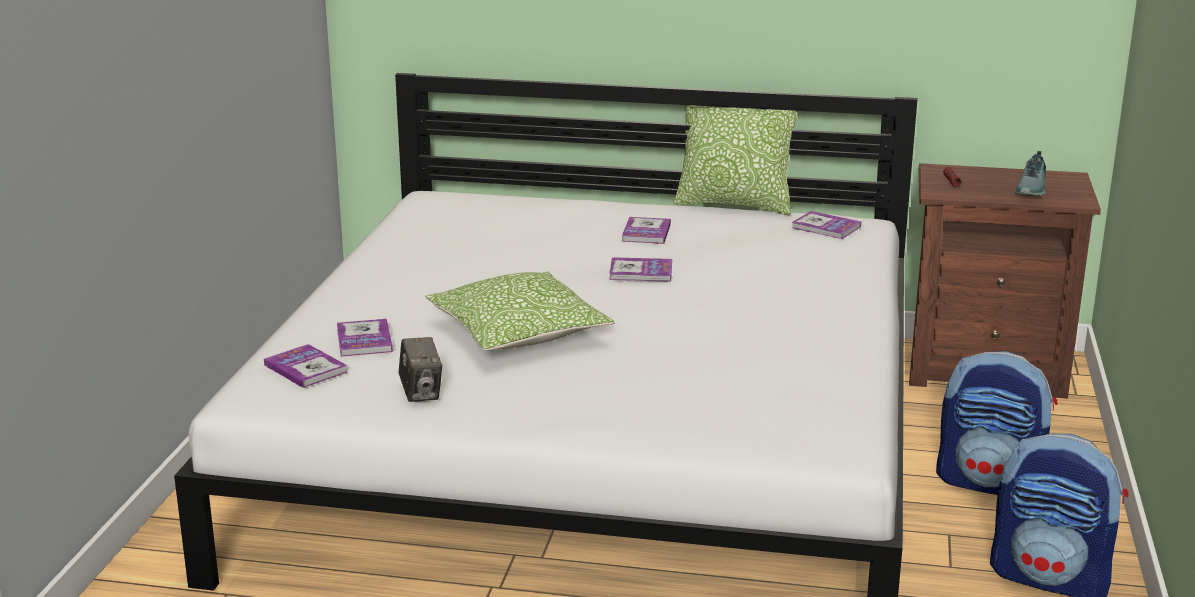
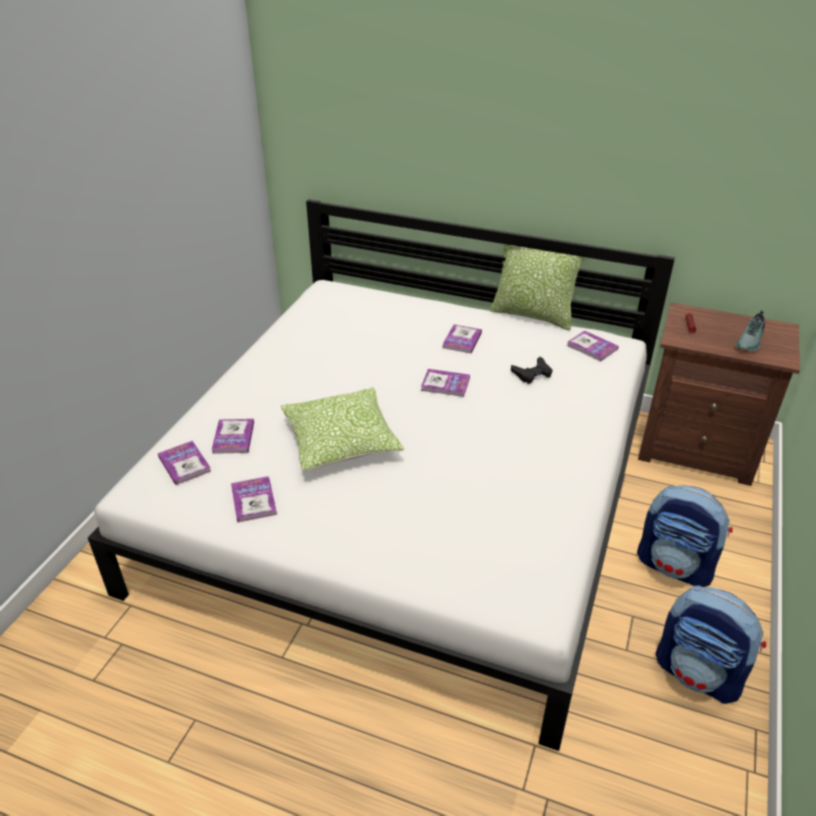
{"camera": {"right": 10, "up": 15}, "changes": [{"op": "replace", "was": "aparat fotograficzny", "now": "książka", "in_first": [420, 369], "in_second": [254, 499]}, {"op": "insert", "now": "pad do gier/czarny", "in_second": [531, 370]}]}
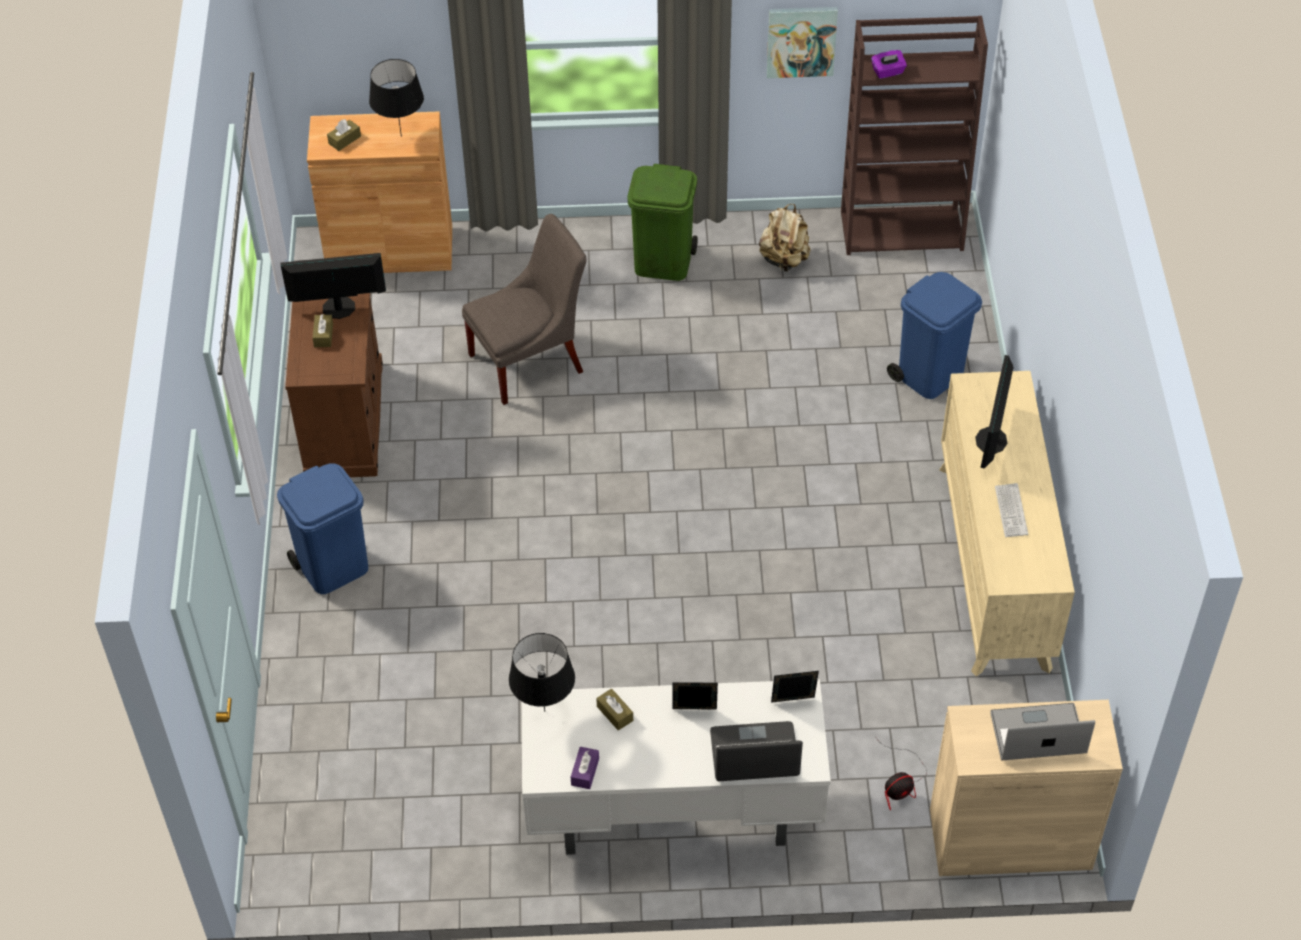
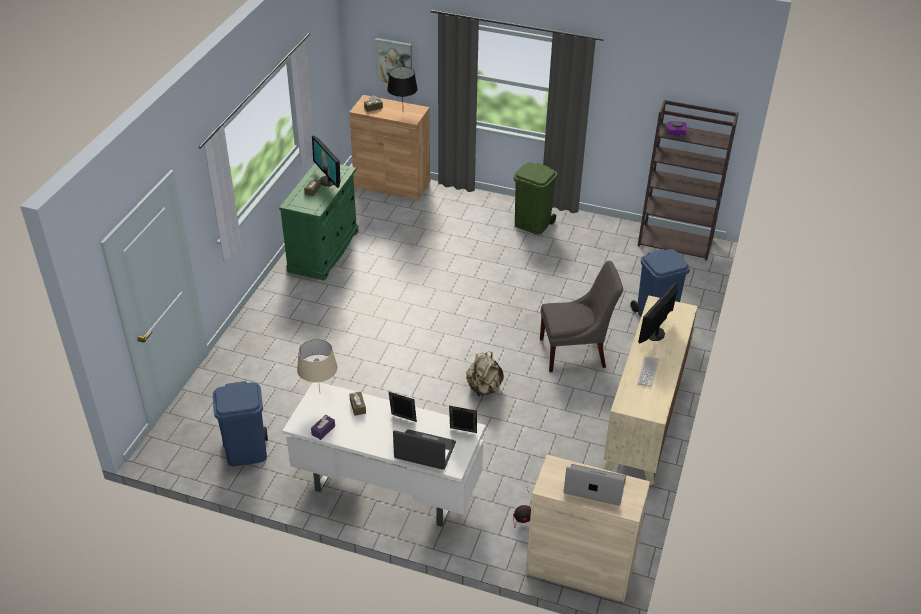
{"camera": {"right": 20, "up": -10}, "changes": [{"op": "move", "was": "kosz na śmieci/niebieski", "in_first": [322, 529], "in_second": [240, 423]}, {"op": "recolor", "was": "szafka/brązowy", "now": "szafka/zielony", "in_first": [334, 385], "in_second": [318, 222]}, {"op": "recolor", "was": "lampa stołowa/czarny", "now": "lampa stołowa/beżowy", "in_first": [542, 672], "in_second": [317, 365]}, {"op": "rotate", "was": "monitor", "in_first": [333, 286], "in_second": [326, 161], "clockwise": -135}, {"op": "move", "was": "obraz", "in_first": [802, 42], "in_second": [393, 60]}, {"op": "move", "was": "plecak/beżowy", "in_first": [785, 238], "in_second": [485, 374]}, {"op": "move", "was": "krzesło/szary", "in_first": [524, 309], "in_second": [581, 316]}]}
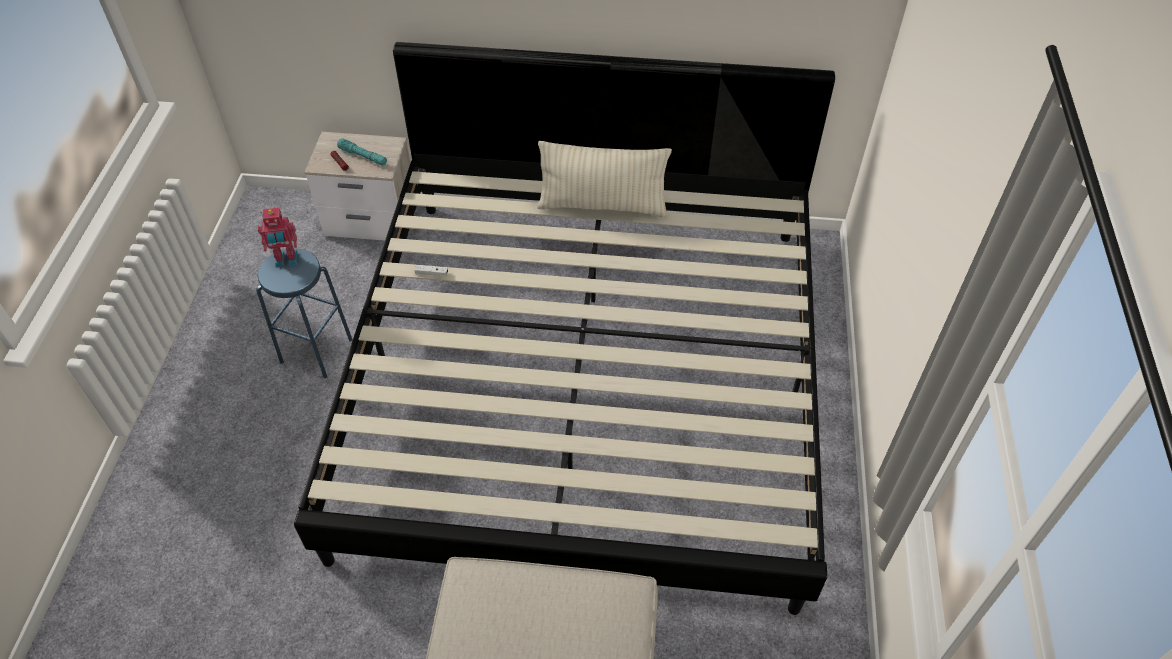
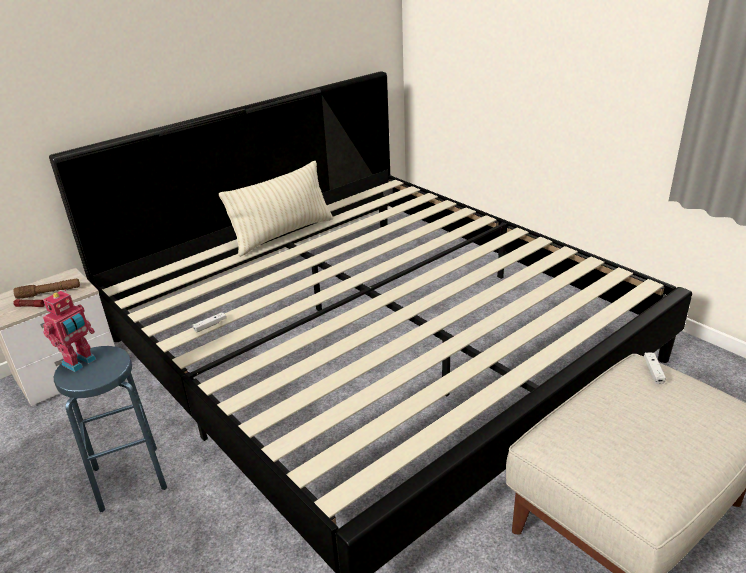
{"camera": {"right": -45, "up": -20}, "changes": [{"op": "recolor", "was": "latarka/turkusowy", "now": "latarka/brązowy", "in_first": [362, 152], "in_second": [46, 289]}, {"op": "insert", "now": "pad do gier/biały", "in_second": [655, 368]}]}
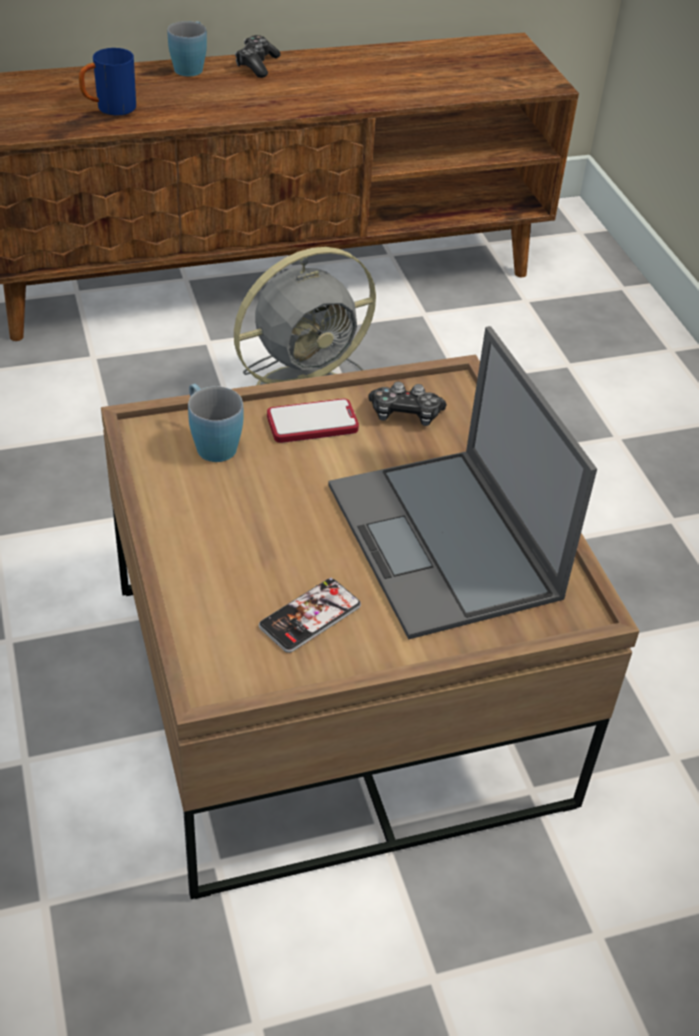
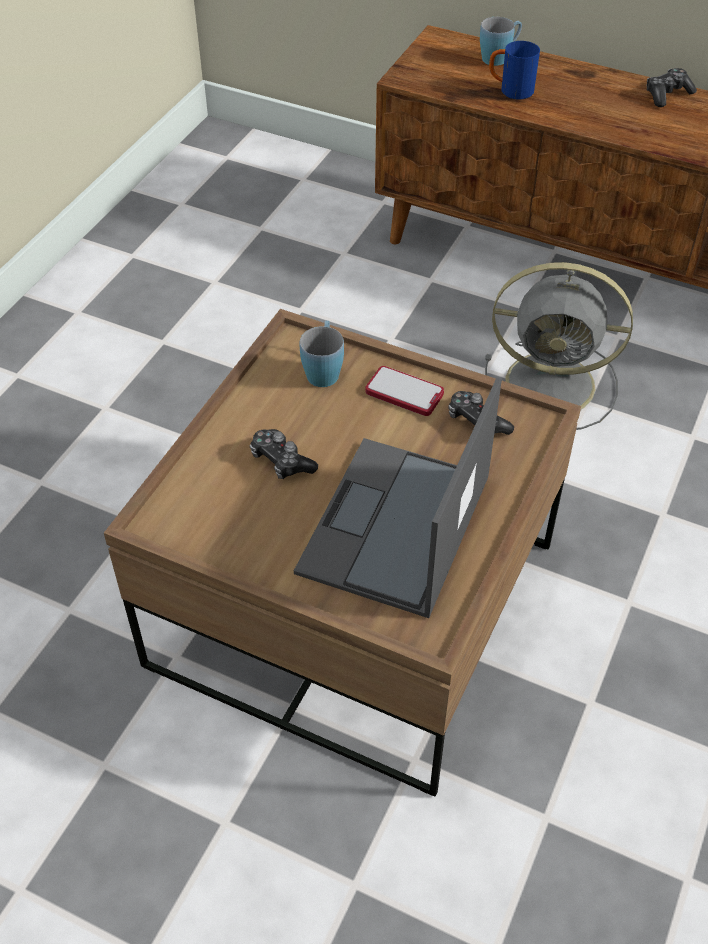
{"camera": {"right": 45, "up": 5}, "changes": [{"op": "insert", "now": "pad do gier", "in_second": [284, 454]}, {"op": "move", "was": "kubek/niebieski", "in_first": [187, 49], "in_second": [501, 41]}, {"op": "delete", "was": "telefon", "in_first": [310, 615]}]}
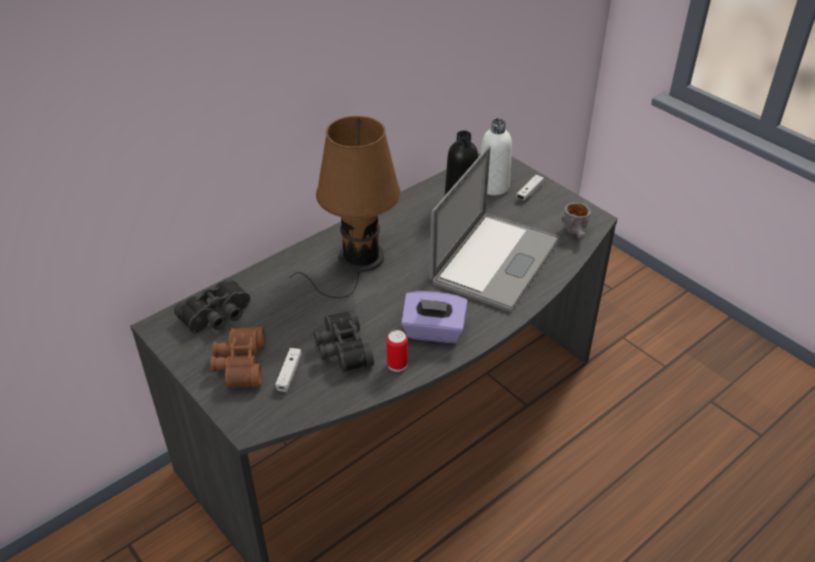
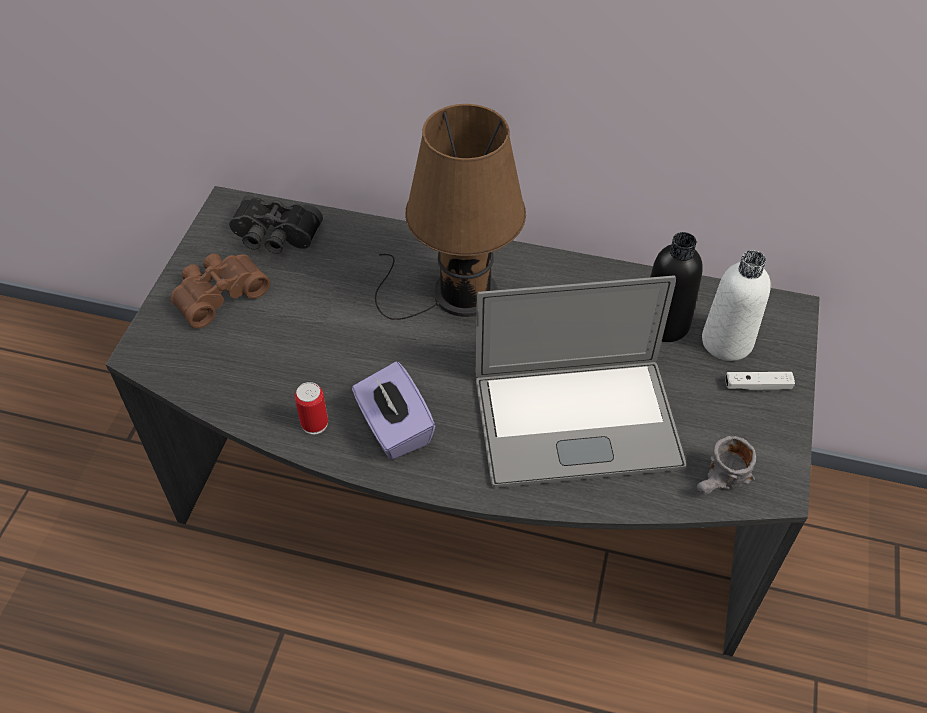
{"camera": {"right": 55, "up": 10}, "changes": [{"op": "delete", "was": "pad do gier/biały", "in_first": [288, 370]}, {"op": "delete", "was": "lornetka/czarny", "in_first": [344, 341]}]}
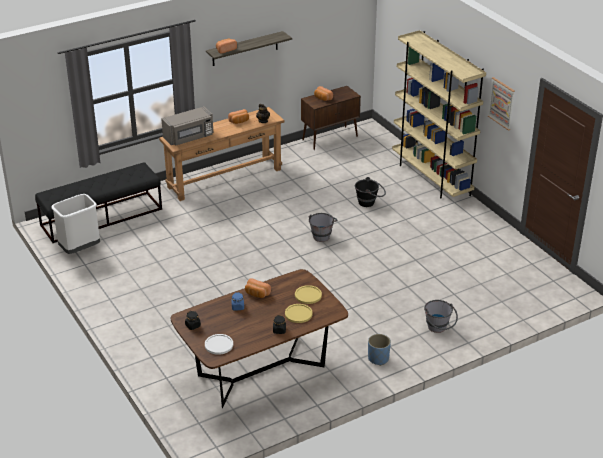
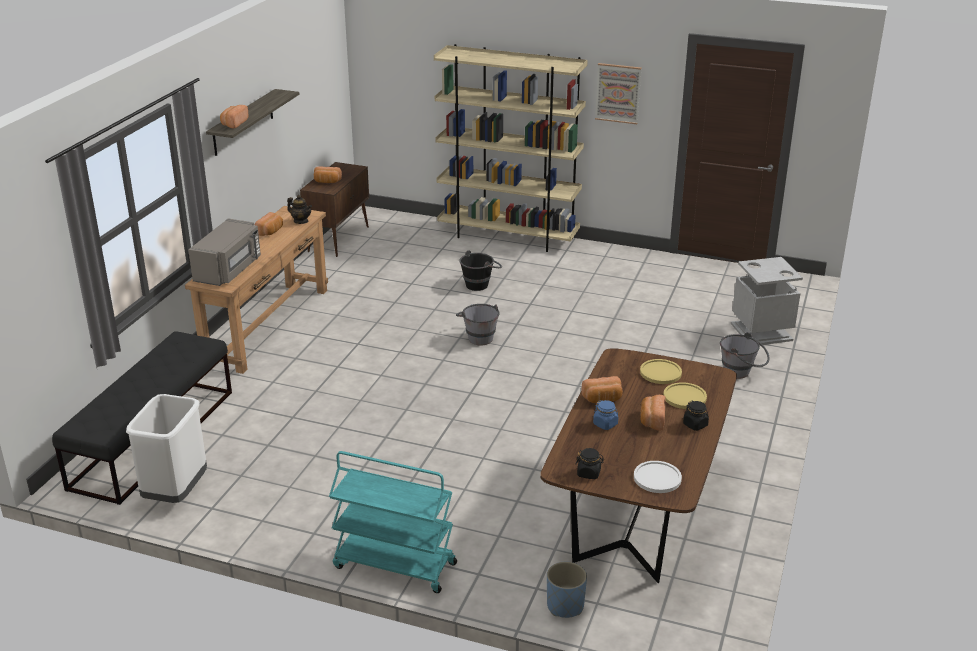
{"camera": {"right": -40, "up": -5}, "changes": [{"op": "insert", "now": "wózek/turkusowy", "in_second": [393, 522]}, {"op": "move", "was": "donica/niebieski", "in_first": [379, 350], "in_second": [567, 590]}, {"op": "insert", "now": "chleb", "in_second": [653, 413]}, {"op": "insert", "now": "kosz na śmieci/szary", "in_second": [767, 301]}]}
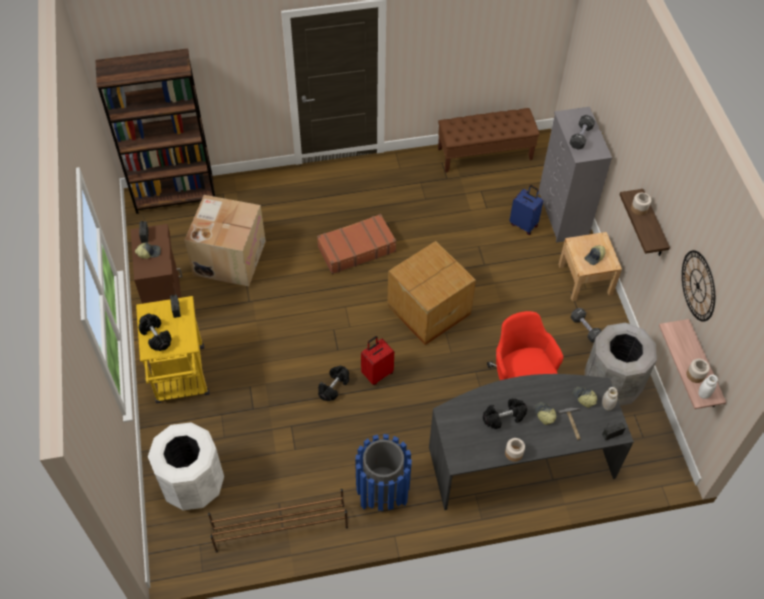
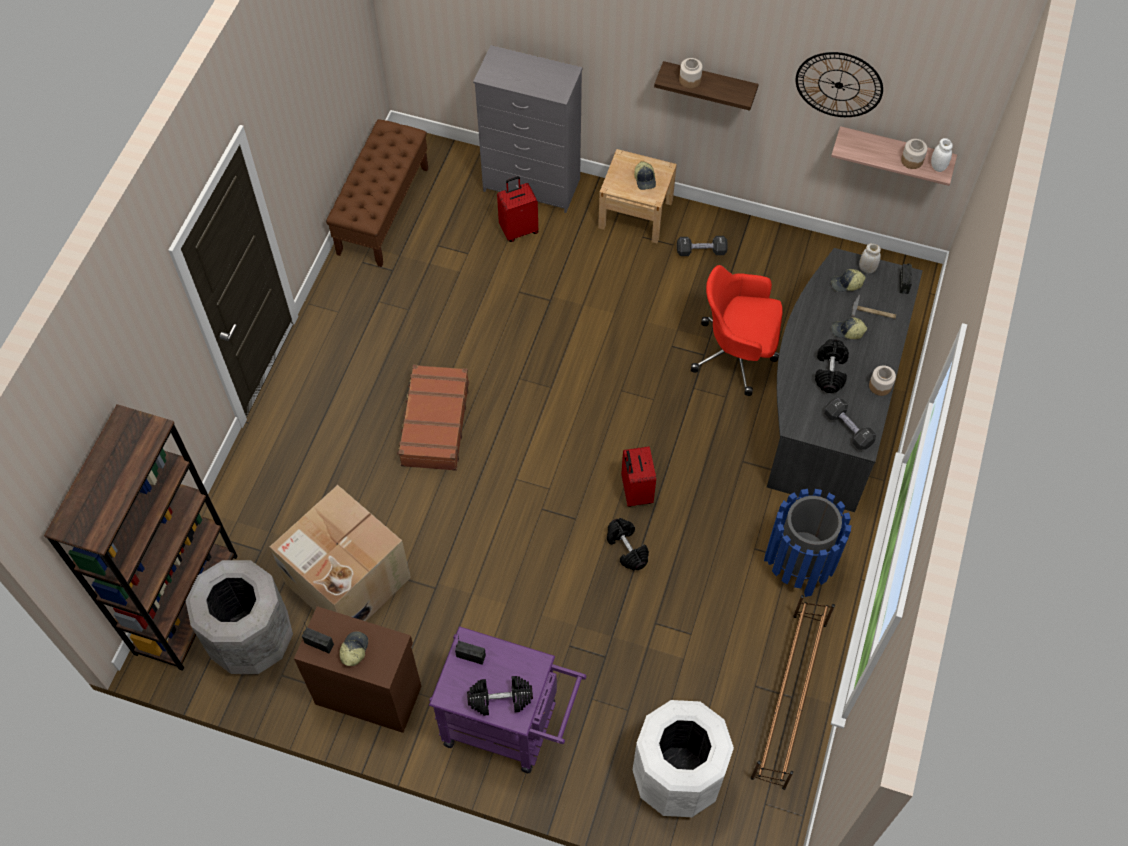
{"camera": {"right": -60, "up": 5}, "changes": [{"op": "move", "was": "kosz na śmieci/szary", "in_first": [621, 364], "in_second": [239, 617]}, {"op": "recolor", "was": "wózek/żółty", "now": "wózek/fioletowy", "in_first": [173, 349], "in_second": [508, 699]}, {"op": "recolor", "was": "walizka/niebieski", "now": "walizka/czerwony", "in_first": [526, 210], "in_second": [517, 209]}, {"op": "move", "was": "hantel/czarny", "in_first": [582, 132], "in_second": [850, 424]}, {"op": "delete", "was": "karton", "in_first": [431, 293]}]}
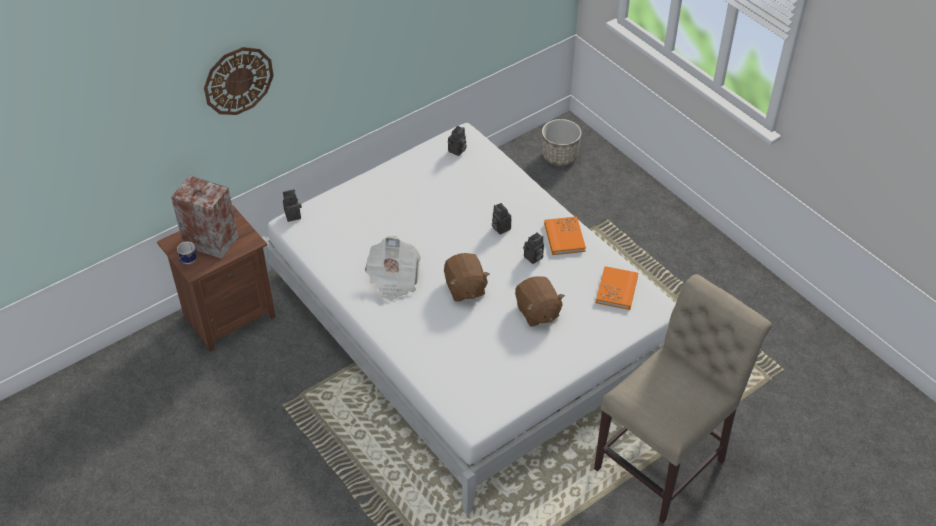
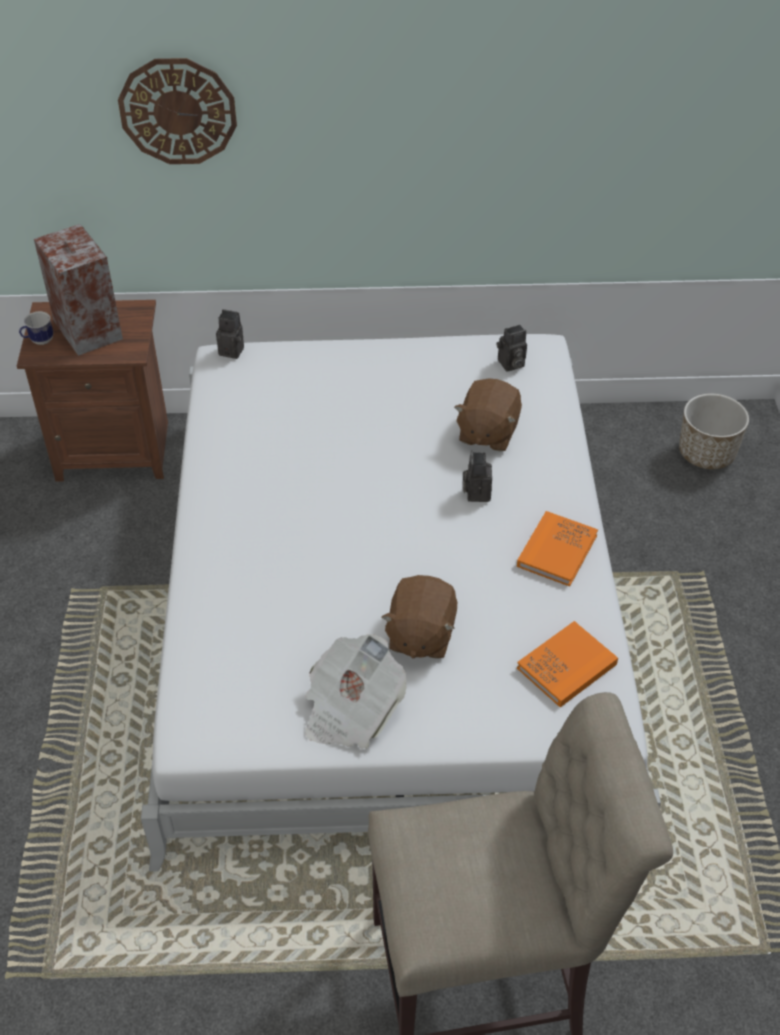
{"camera": {"right": 35, "up": 0}, "changes": [{"op": "move", "was": "gazeta", "in_first": [393, 269], "in_second": [356, 691]}, {"op": "move", "was": "pluszak/brązowy", "in_first": [467, 277], "in_second": [488, 414]}, {"op": "delete", "was": "aparat fotograficzny", "in_first": [533, 248]}]}
